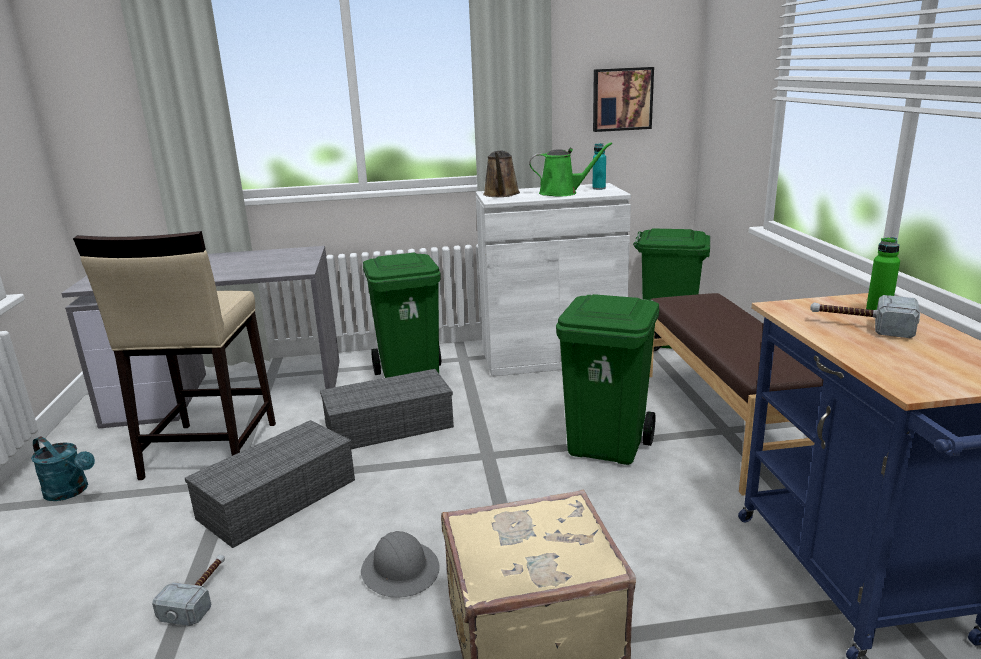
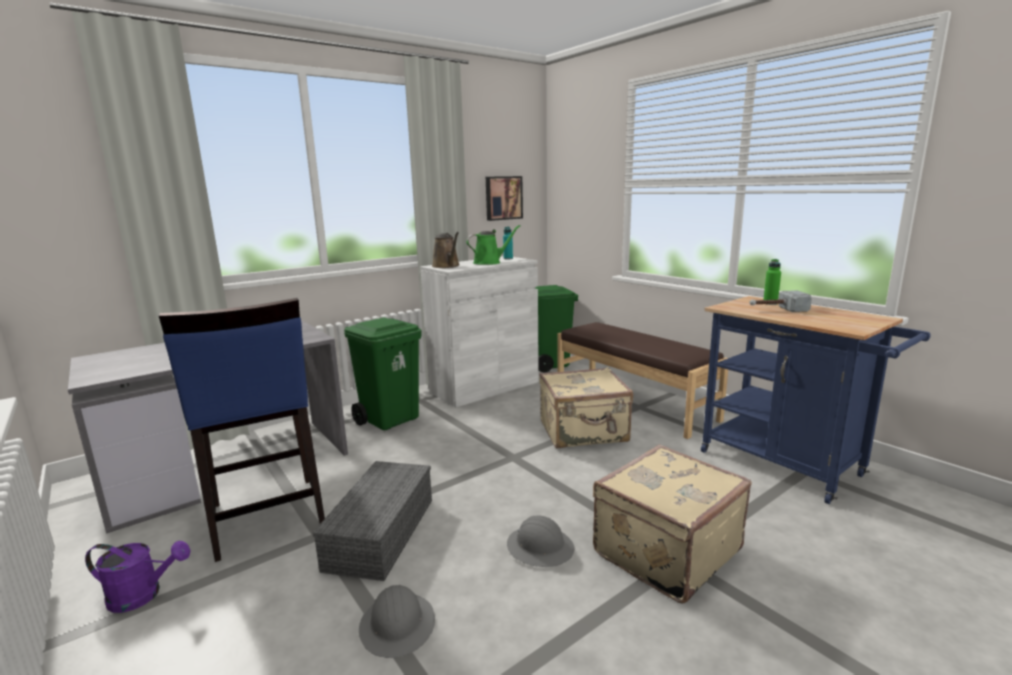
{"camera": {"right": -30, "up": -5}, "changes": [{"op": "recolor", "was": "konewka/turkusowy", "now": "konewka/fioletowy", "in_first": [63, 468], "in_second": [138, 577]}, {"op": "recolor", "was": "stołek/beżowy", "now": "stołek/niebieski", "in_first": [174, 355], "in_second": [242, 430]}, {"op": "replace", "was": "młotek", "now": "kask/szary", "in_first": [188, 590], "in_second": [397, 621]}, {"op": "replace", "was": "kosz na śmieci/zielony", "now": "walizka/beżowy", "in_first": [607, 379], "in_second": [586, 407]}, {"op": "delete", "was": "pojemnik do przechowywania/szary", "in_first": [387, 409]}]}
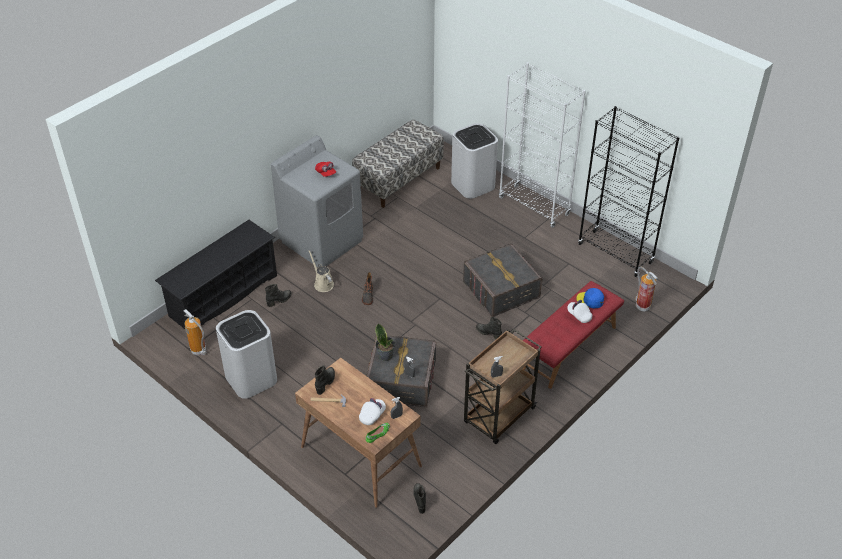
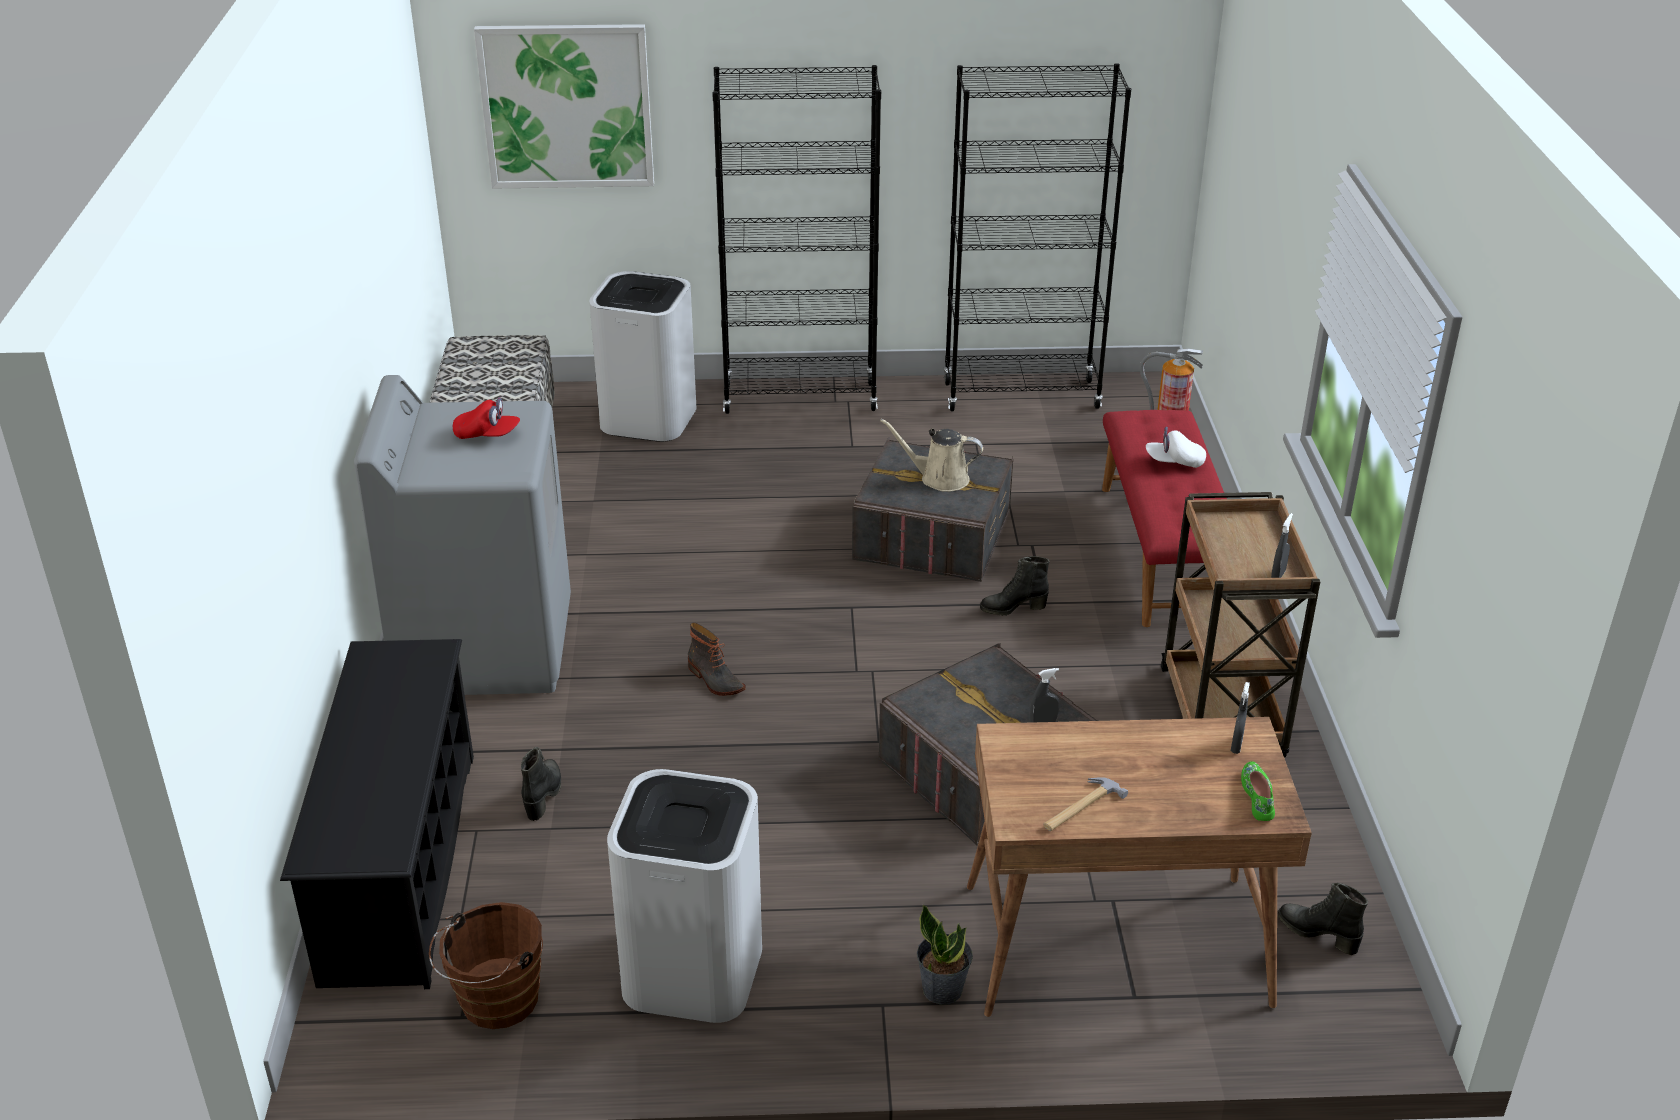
{"camera": {"right": -45, "up": -10}, "changes": [{"op": "replace", "was": "gaśnica", "now": "wiadro/brązowy", "in_first": [195, 332], "in_second": [486, 965]}, {"op": "insert", "now": "obraz", "in_second": [564, 106]}, {"op": "recolor", "was": "regał/biały", "now": "regał/czarny", "in_first": [542, 145], "in_second": [796, 239]}, {"op": "move", "was": "konewka/beżowy", "in_first": [321, 271], "in_second": [931, 455]}, {"op": "move", "was": "roślina doniczkowa", "in_first": [385, 342], "in_second": [945, 955]}, {"op": "delete", "was": "but z cholewką/czarny", "in_first": [325, 380]}, {"op": "delete", "was": "czapka z daszkiem/biały", "in_first": [372, 411]}, {"op": "delete", "was": "czapka z daszkiem/niebieski", "in_first": [590, 298]}]}
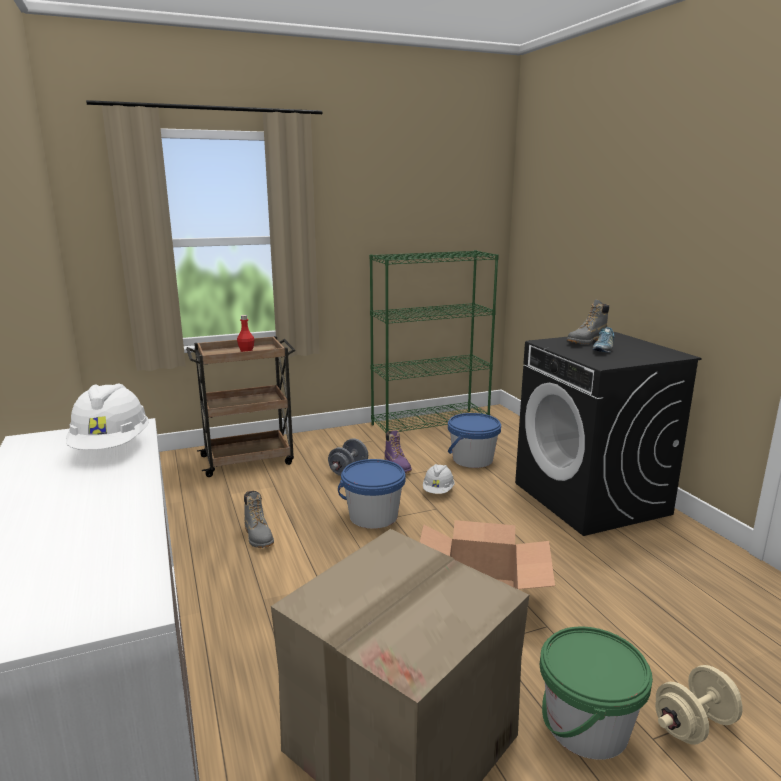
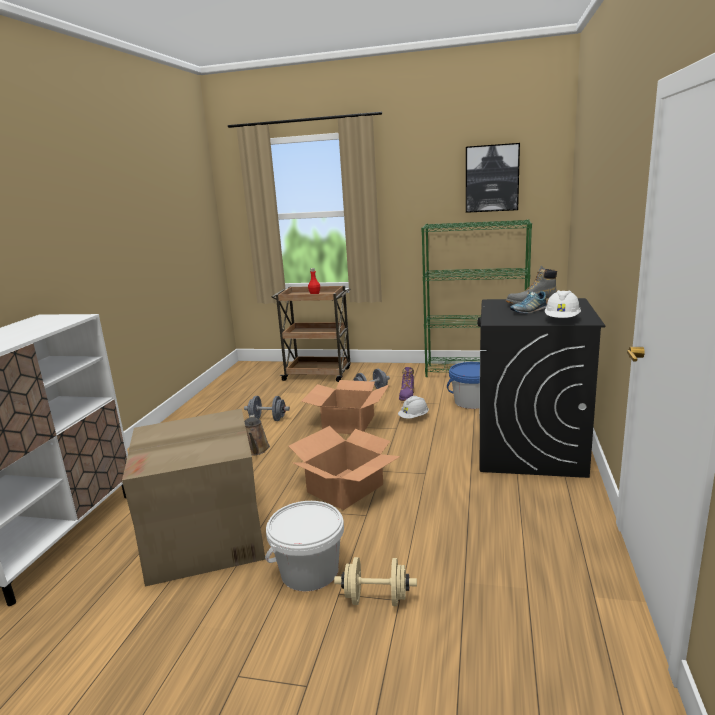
{"camera": {"right": 35, "up": 0}, "changes": [{"op": "replace", "was": "but z cholewką/szary", "now": "hantel/szary", "in_first": [259, 519], "in_second": [267, 408]}, {"op": "insert", "now": "konewka/brązowy", "in_second": [257, 435]}, {"op": "recolor", "was": "wiadro/zielony", "now": "wiadro/biały", "in_first": [596, 693], "in_second": [304, 546]}, {"op": "replace", "was": "wiadro/niebieski", "now": "karton", "in_first": [372, 494], "in_second": [345, 407]}, {"op": "insert", "now": "obraz", "in_second": [493, 178]}, {"op": "move", "was": "kask/biały", "in_first": [107, 416], "in_second": [563, 304]}]}
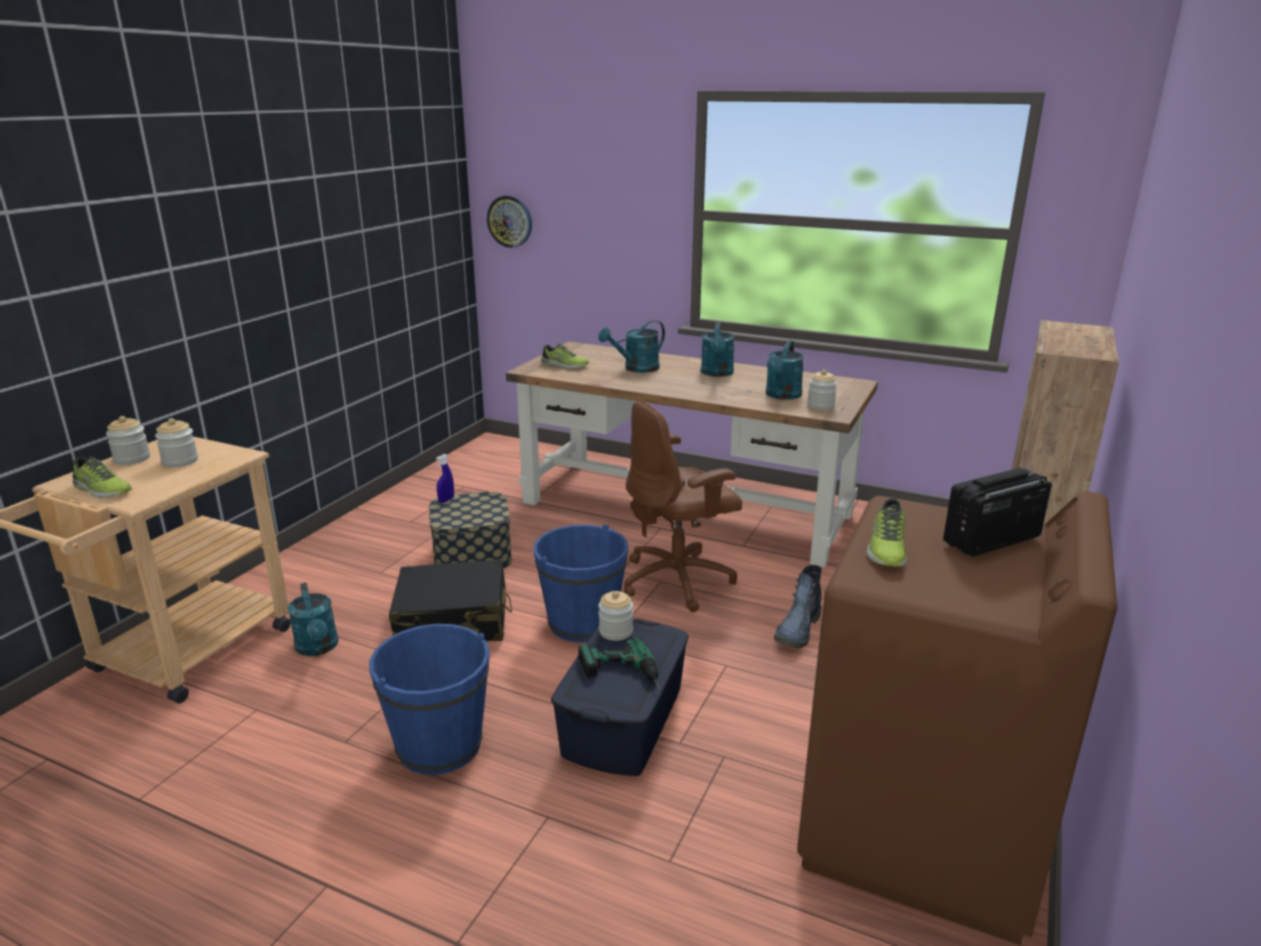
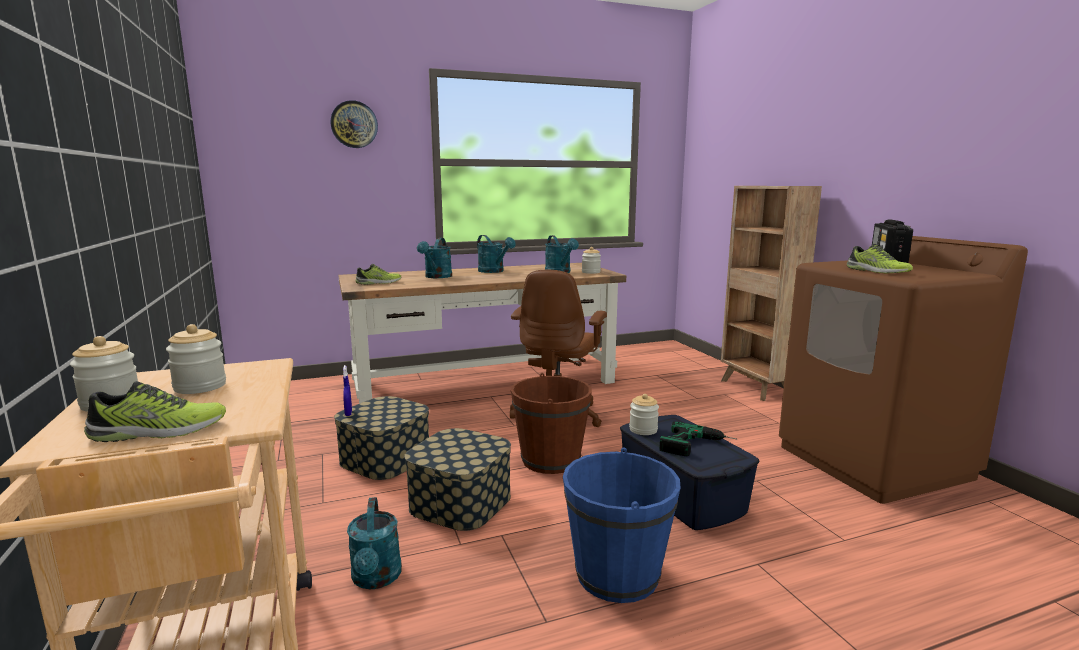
{"camera": {"right": -45, "up": -10}, "changes": [{"op": "move", "was": "zegar ścienny", "in_first": [509, 221], "in_second": [354, 124]}, {"op": "rotate", "was": "konewka/turkusowy", "in_first": [313, 619], "in_second": [374, 543], "clockwise": 60}, {"op": "replace", "was": "walizka/czarny", "now": "pojemnik do przechowywania", "in_first": [450, 600], "in_second": [457, 479]}, {"op": "recolor", "was": "wiadro/niebieski", "now": "wiadro/brązowy", "in_first": [581, 583], "in_second": [551, 423]}, {"op": "delete", "was": "but z cholewką", "in_first": [798, 606]}]}
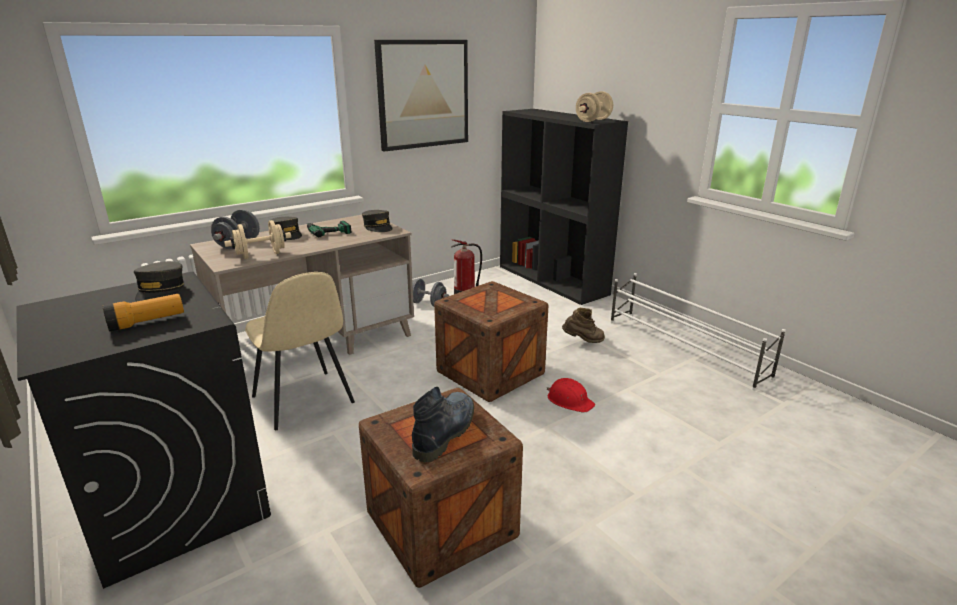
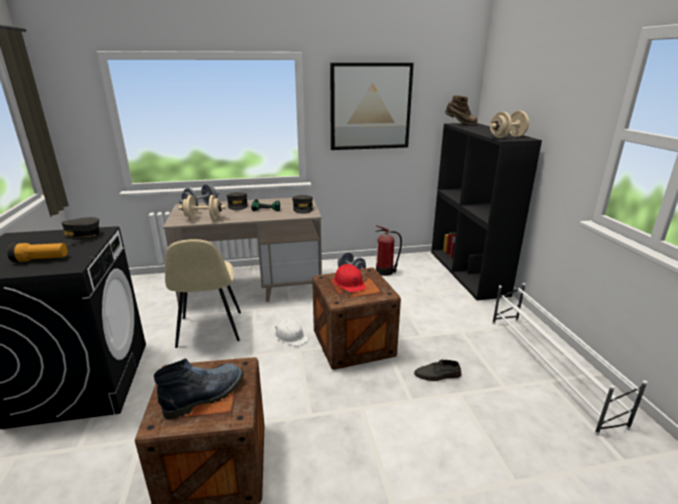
{"camera": {"right": 25, "up": 0}, "changes": [{"op": "insert", "now": "kask/biały", "in_second": [292, 332]}, {"op": "move", "was": "kask/czerwony", "in_first": [571, 395], "in_second": [349, 278]}, {"op": "insert", "now": "but/szary", "in_second": [437, 370]}, {"op": "move", "was": "but z cholewką/brązowy", "in_first": [583, 325], "in_second": [461, 110]}]}
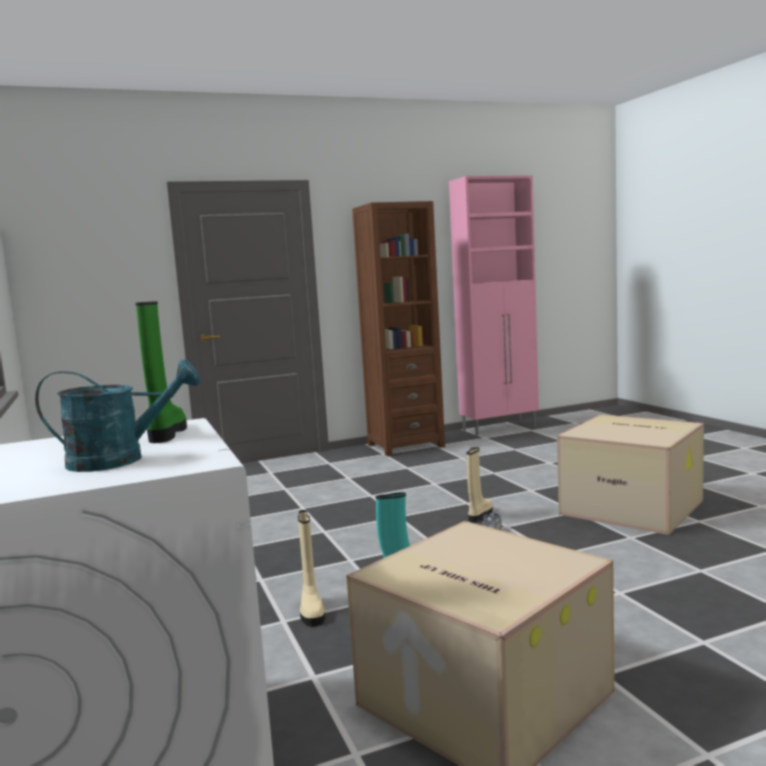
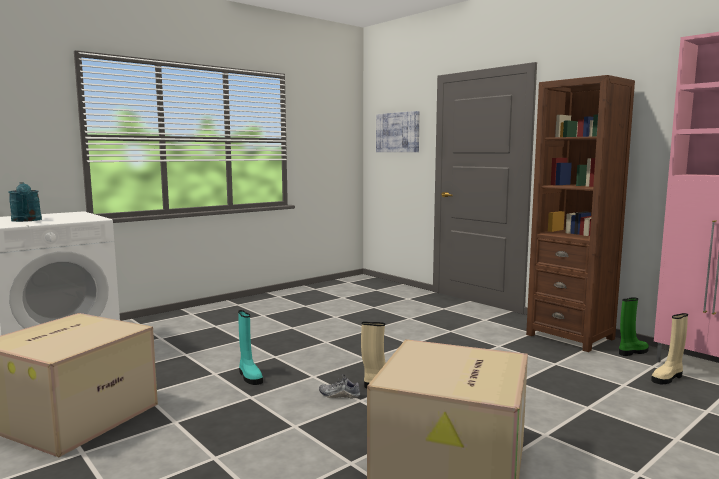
{"camera": {"right": 70, "up": 0}, "changes": [{"op": "insert", "now": "obraz", "in_second": [398, 131]}, {"op": "move", "was": "but z cholewką/zielony", "in_first": [161, 372], "in_second": [634, 326]}, {"op": "move", "was": "but z cholewką/beżowy", "in_first": [311, 568], "in_second": [669, 348]}]}
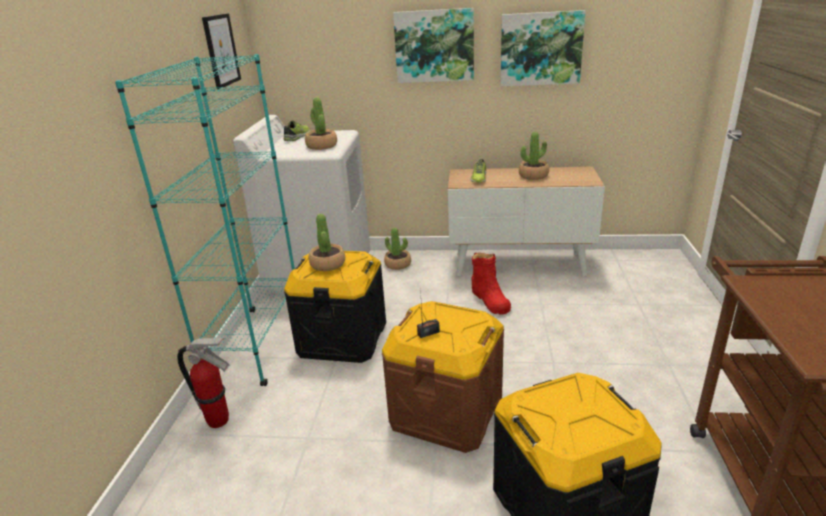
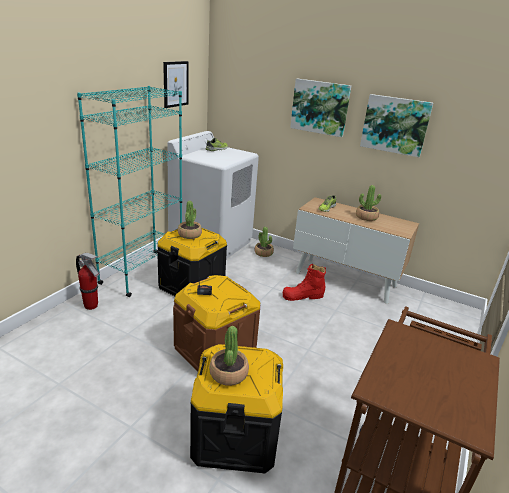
{"camera": {"right": 20, "up": 0}, "changes": [{"op": "move", "was": "roślina doniczkowa", "in_first": [321, 124], "in_second": [229, 356]}, {"op": "rotate", "was": "but z cholewką/czerwony", "in_first": [491, 283], "in_second": [304, 282], "clockwise": 75}]}
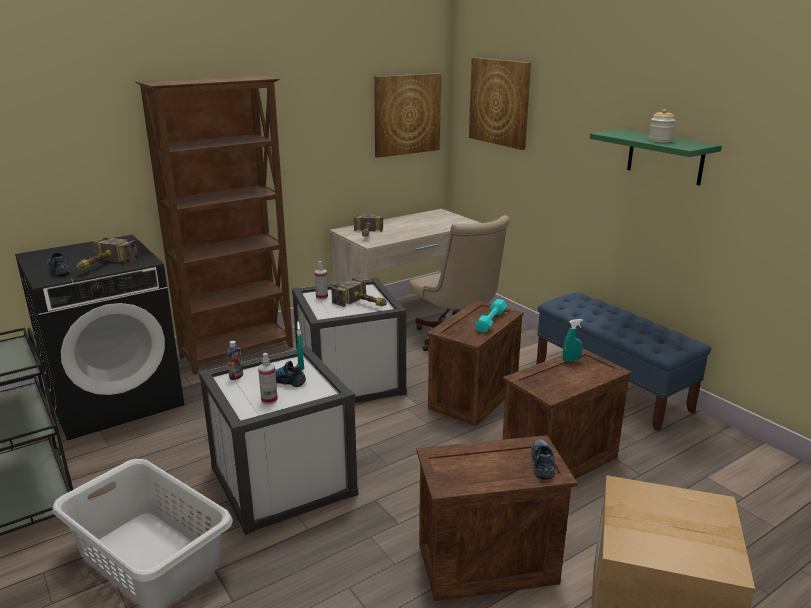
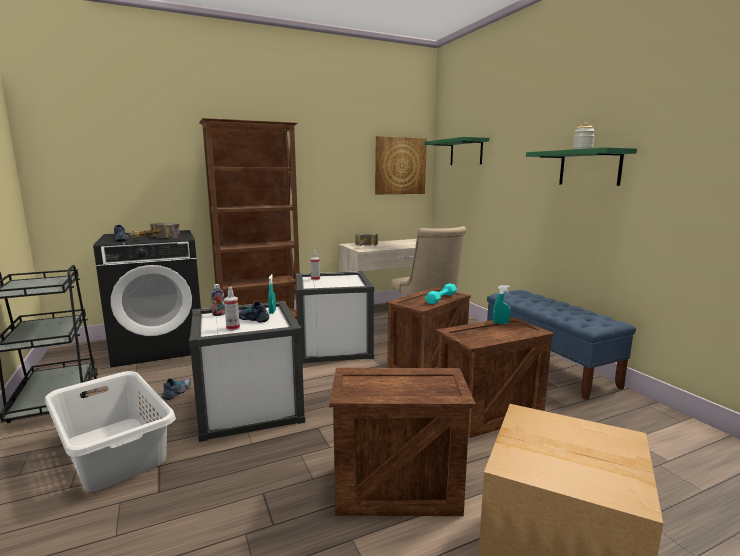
{"camera": {"right": 10, "up": -10}, "changes": [{"op": "move", "was": "but", "in_first": [543, 459], "in_second": [176, 389]}, {"op": "replace", "was": "obraz", "now": "półka/zielony", "in_first": [500, 103], "in_second": [456, 151]}, {"op": "delete", "was": "młotek", "in_first": [359, 292]}]}
